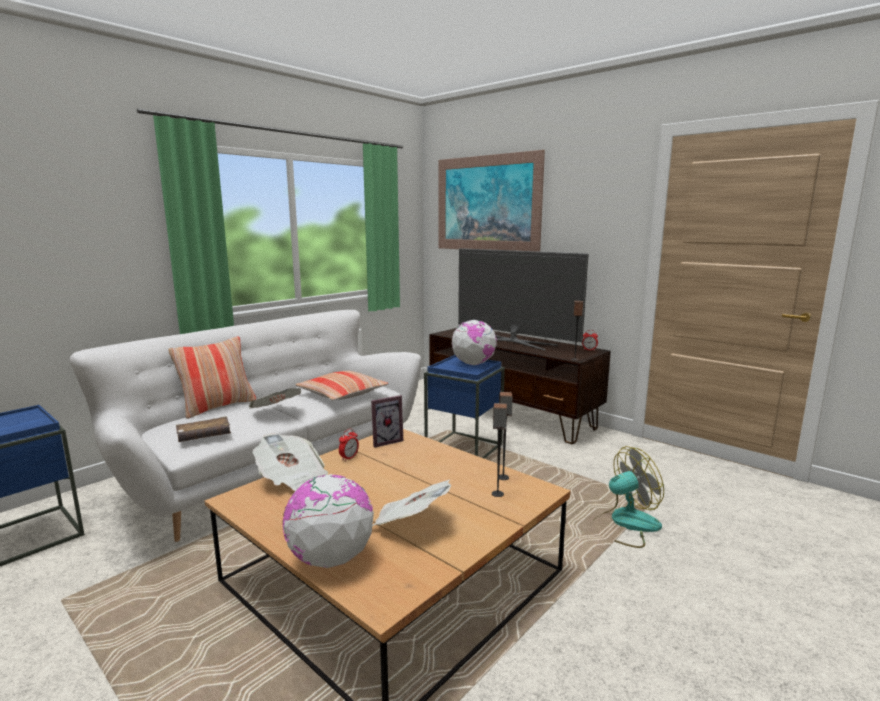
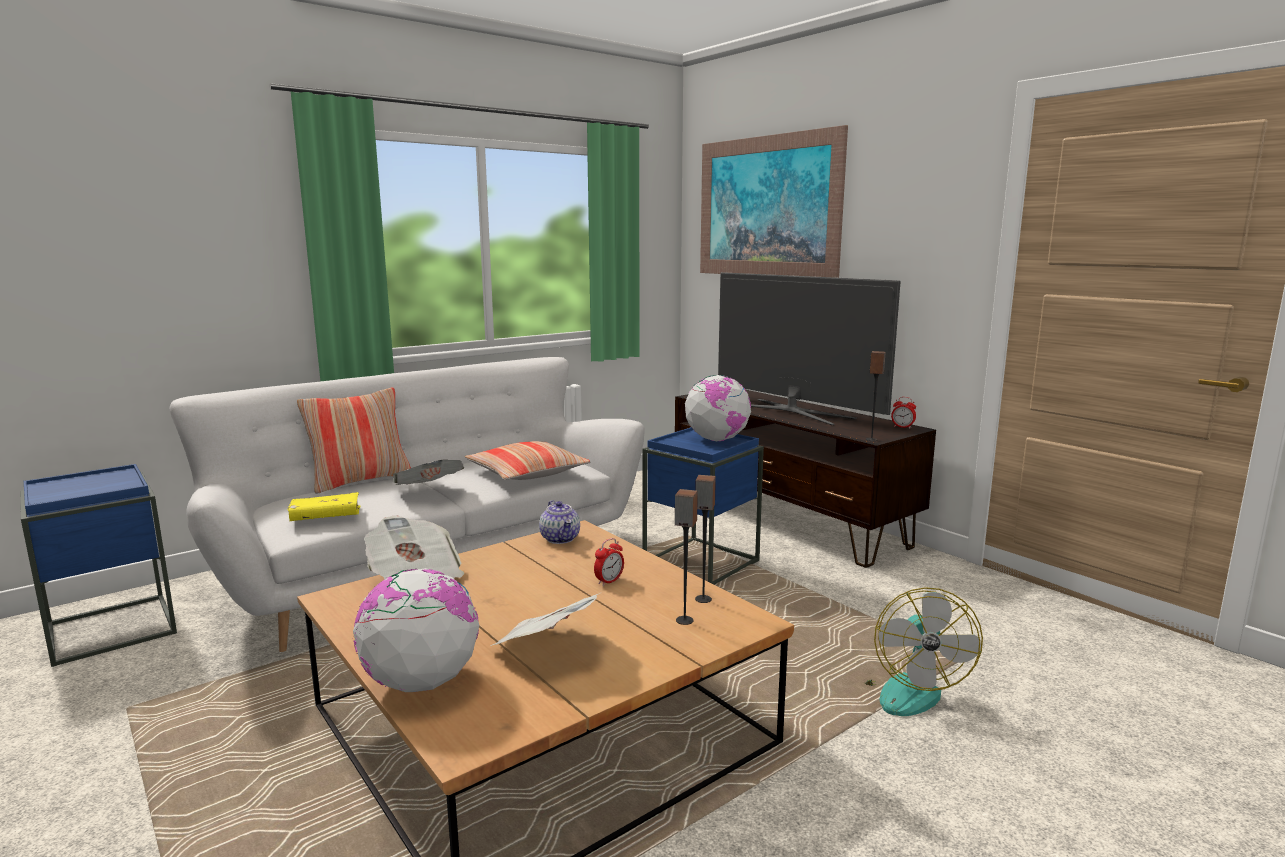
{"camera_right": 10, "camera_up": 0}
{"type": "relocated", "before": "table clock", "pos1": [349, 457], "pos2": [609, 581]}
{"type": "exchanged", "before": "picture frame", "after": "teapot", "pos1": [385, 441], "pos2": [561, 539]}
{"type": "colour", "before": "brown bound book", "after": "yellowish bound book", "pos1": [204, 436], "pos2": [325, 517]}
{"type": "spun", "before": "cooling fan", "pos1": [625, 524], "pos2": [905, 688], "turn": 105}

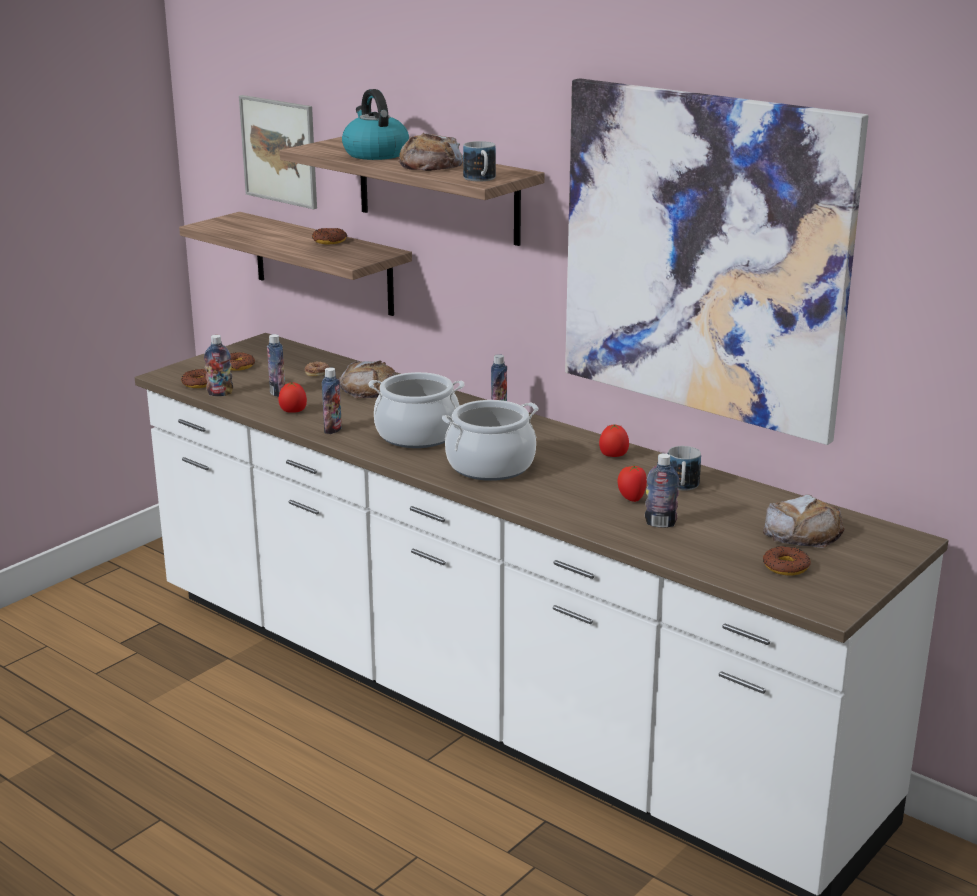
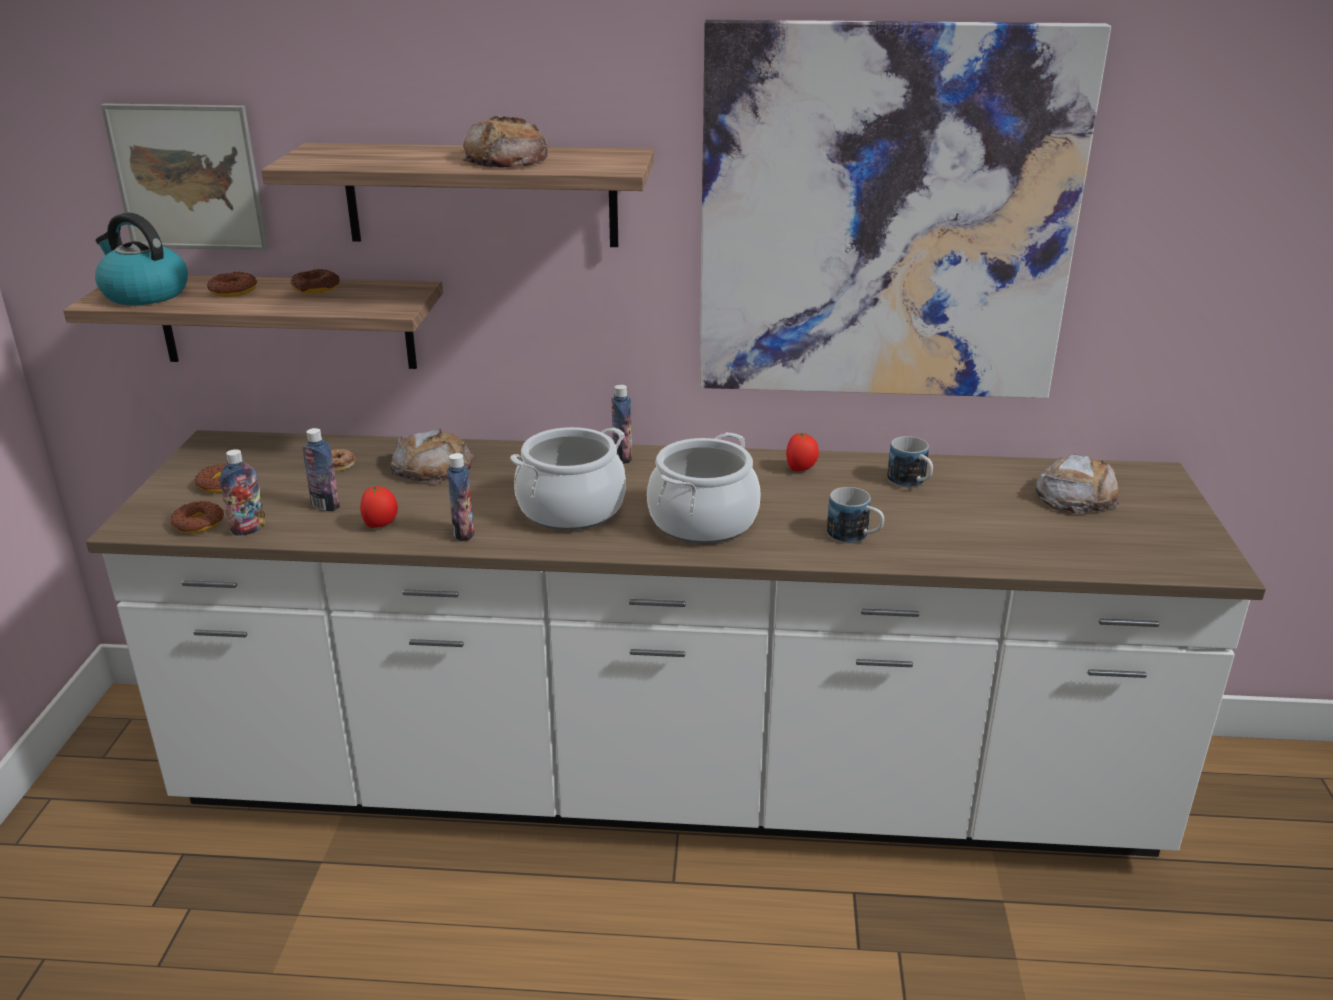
{"camera_right": -35, "camera_up": 5}
{"type": "missing", "before": "fresh tomato", "pos1": [631, 498]}
{"type": "missing", "before": "bottle", "pos1": [660, 524]}
{"type": "relocated", "before": "tea kettle", "pos1": [375, 154], "pos2": [144, 294]}
{"type": "relocated", "before": "mug", "pos1": [481, 179], "pos2": [855, 537]}
{"type": "relocated", "before": "donut", "pos1": [785, 566], "pos2": [233, 291]}

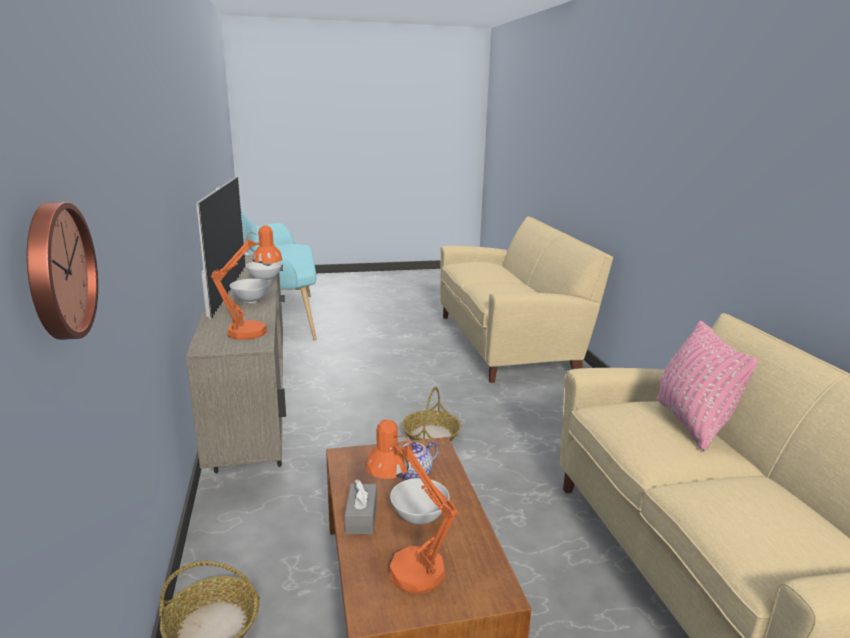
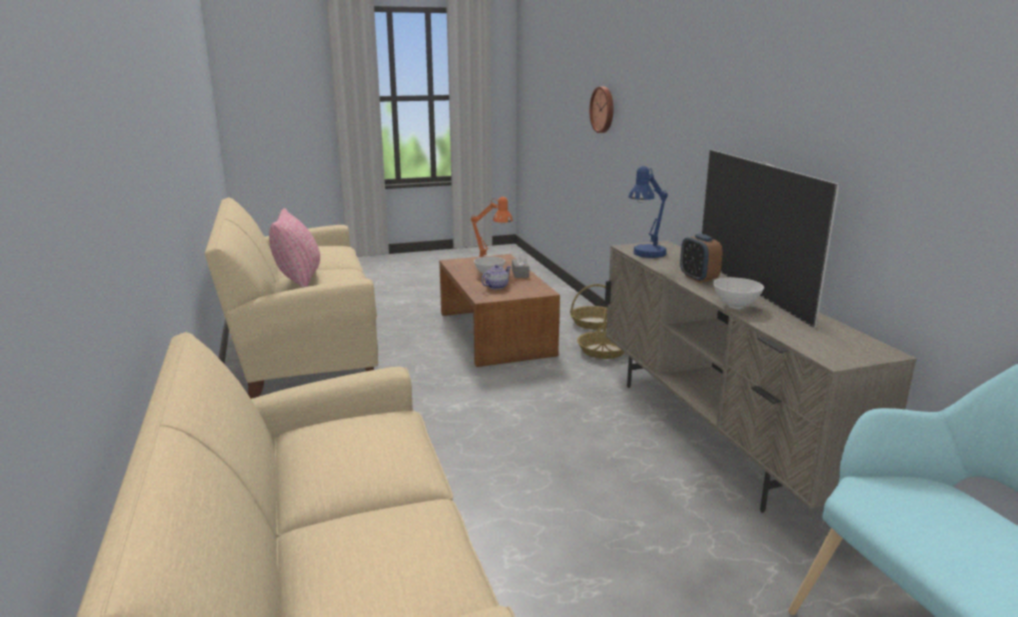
{"camera_right": 175, "camera_up": 0}
{"type": "relocated", "before": "storage basket", "pos1": [431, 435], "pos2": [603, 351]}
{"type": "exchanged", "before": "whitish deep dish", "after": "table clock", "pos1": [251, 301], "pos2": [698, 278]}
{"type": "colour", "before": "orange-coloured table lamp", "after": "bluish table lamp", "pos1": [254, 330], "pos2": [646, 255]}

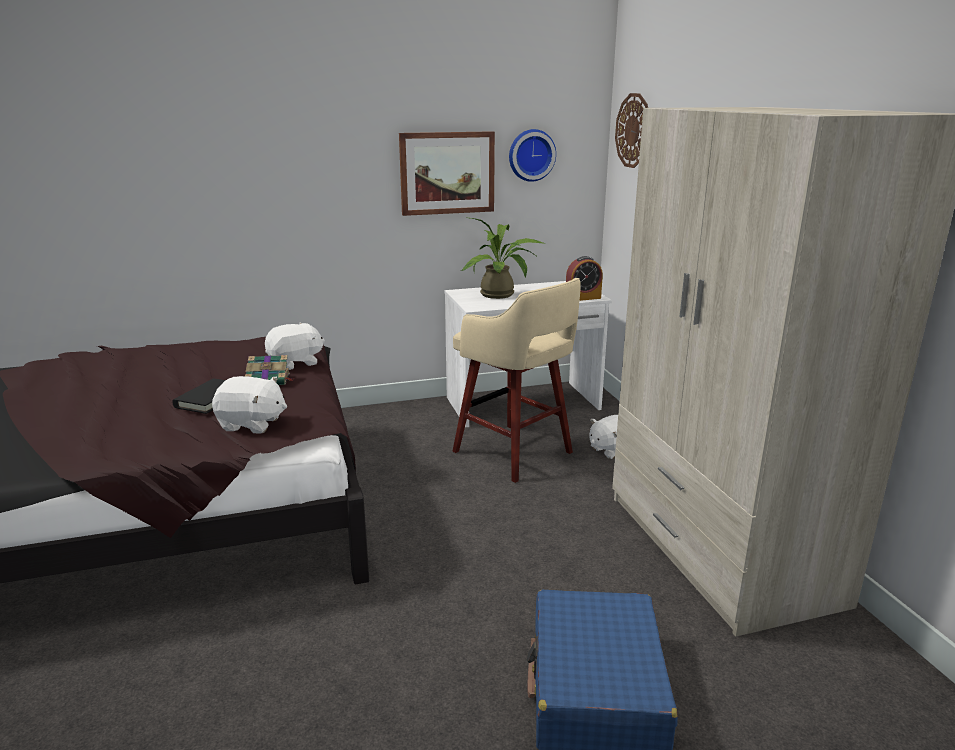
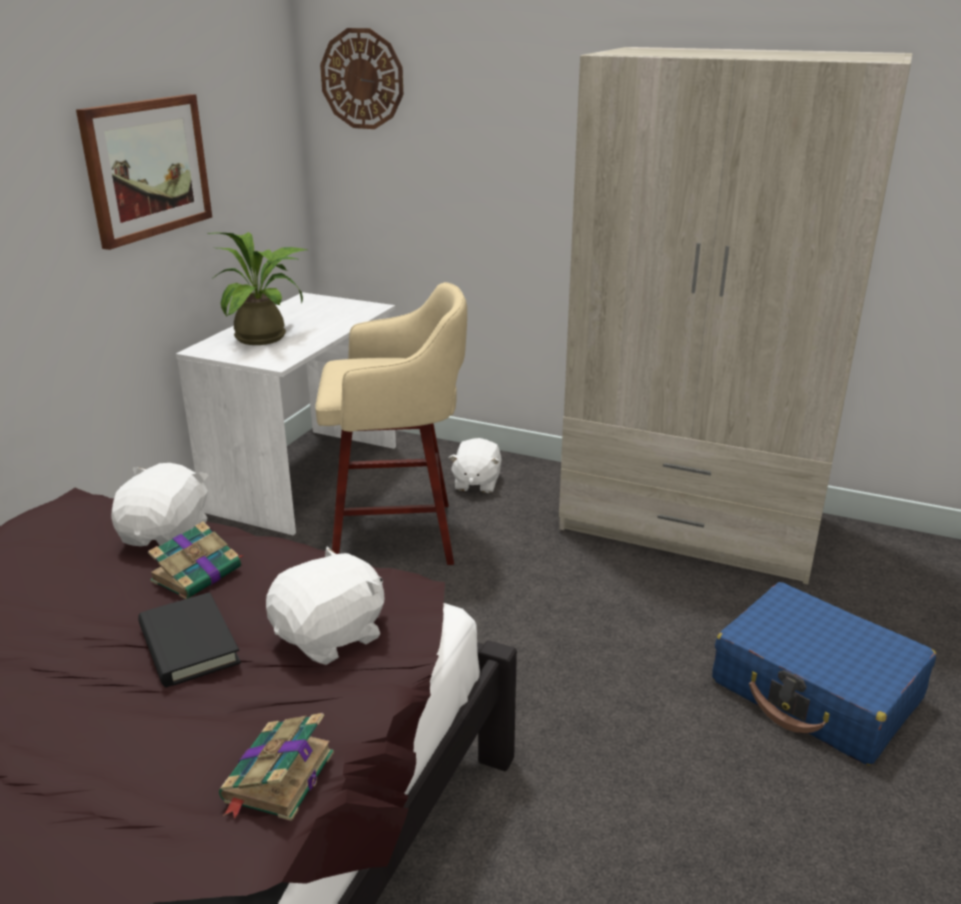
{"camera_right": -50, "camera_up": 5}
{"type": "missing", "before": "hanging clock", "pos1": [531, 155]}
{"type": "missing", "before": "table clock", "pos1": [583, 298]}
{"type": "appeared", "after": "bound book", "pos2": [277, 778]}

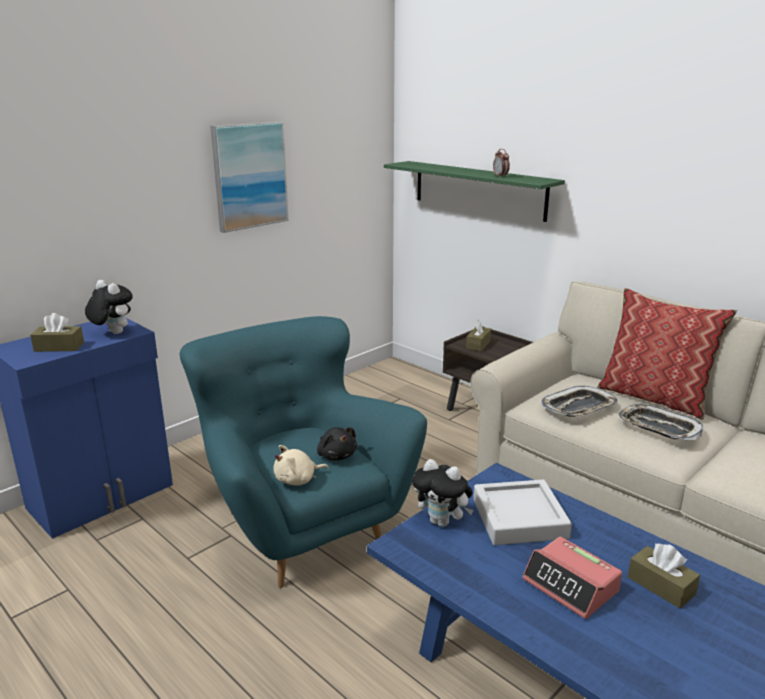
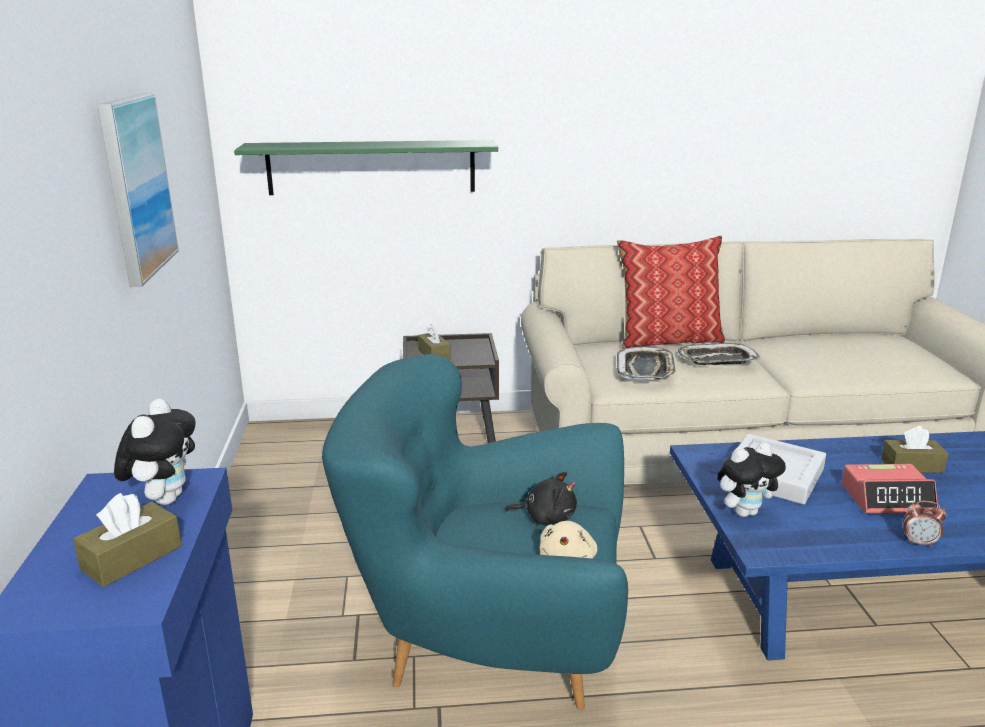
{"camera_right": -50, "camera_up": 0}
{"type": "relocated", "before": "table clock", "pos1": [500, 176], "pos2": [919, 542]}
{"type": "spun", "before": "plush toy", "pos1": [112, 333], "pos2": [165, 498], "turn": 105}

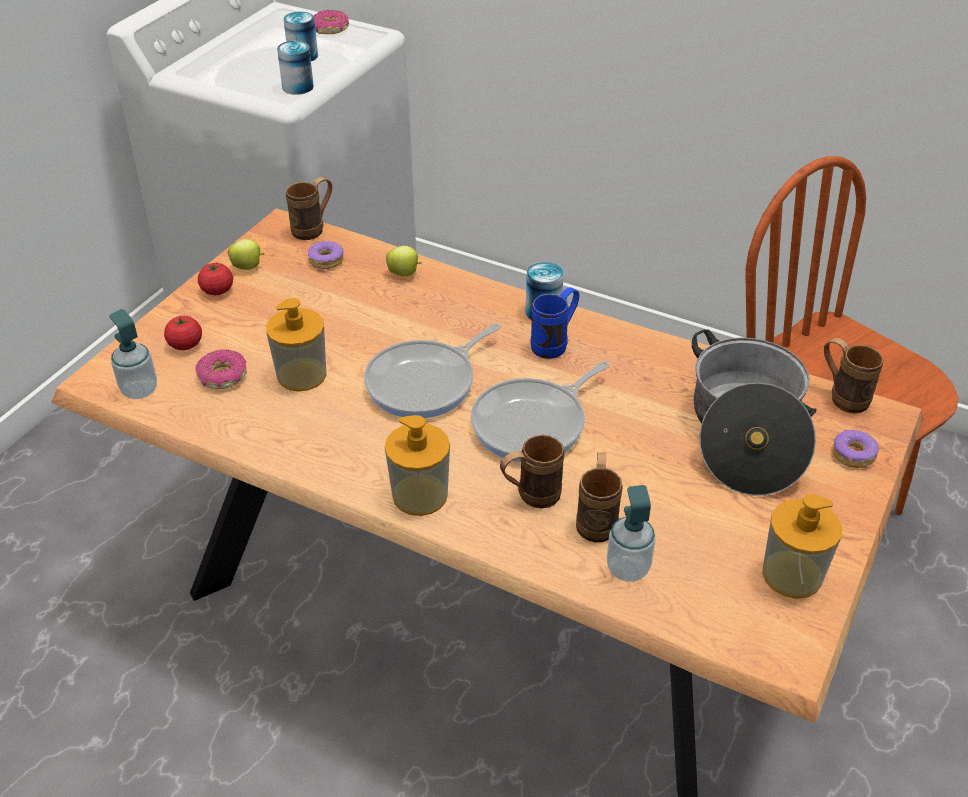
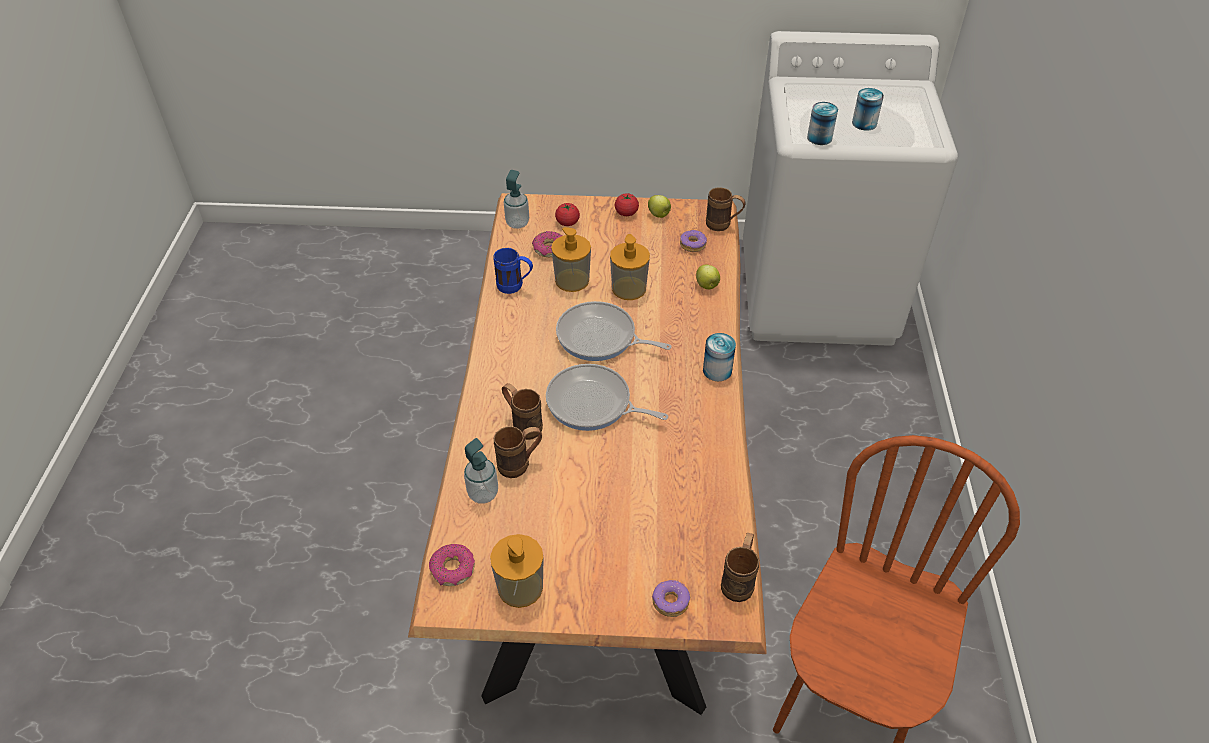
{"camera_right": 65, "camera_up": 5}
{"type": "missing", "before": "saucepot", "pos1": [744, 434]}
{"type": "relocated", "before": "donut", "pos1": [331, 29], "pos2": [453, 569]}
{"type": "relocated", "before": "soap dispenser", "pos1": [420, 495], "pos2": [629, 288]}
{"type": "relocated", "before": "bluish mug", "pos1": [555, 343], "pos2": [515, 287]}

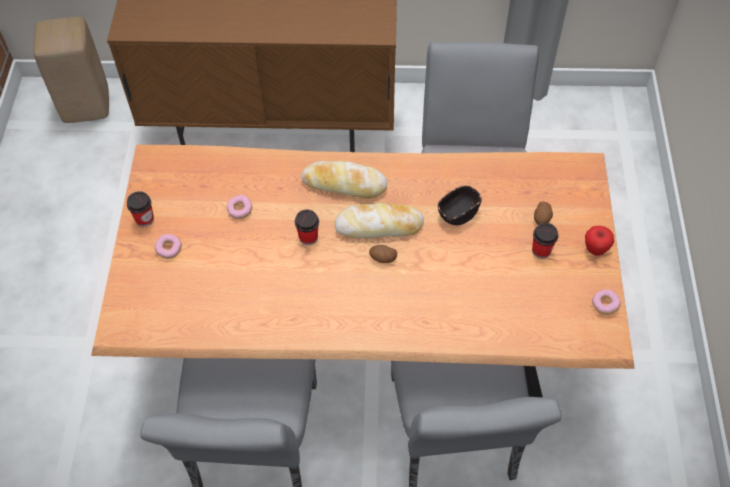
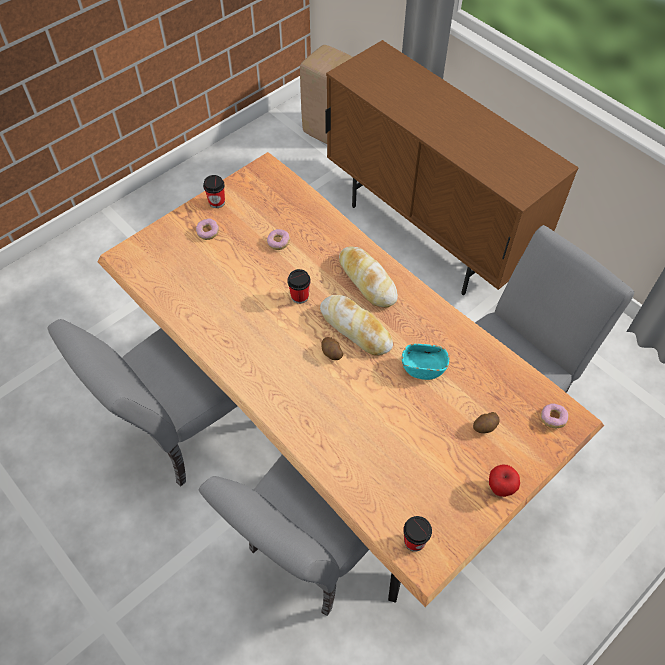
{"camera_right": 45, "camera_up": 0}
{"type": "relocated", "before": "cup", "pos1": [541, 250], "pos2": [414, 541]}
{"type": "relocated", "before": "donut", "pos1": [604, 305], "pos2": [553, 418]}
{"type": "colour", "before": "black deep dish", "after": "blue-green deep dish", "pos1": [458, 213], "pos2": [423, 368]}

